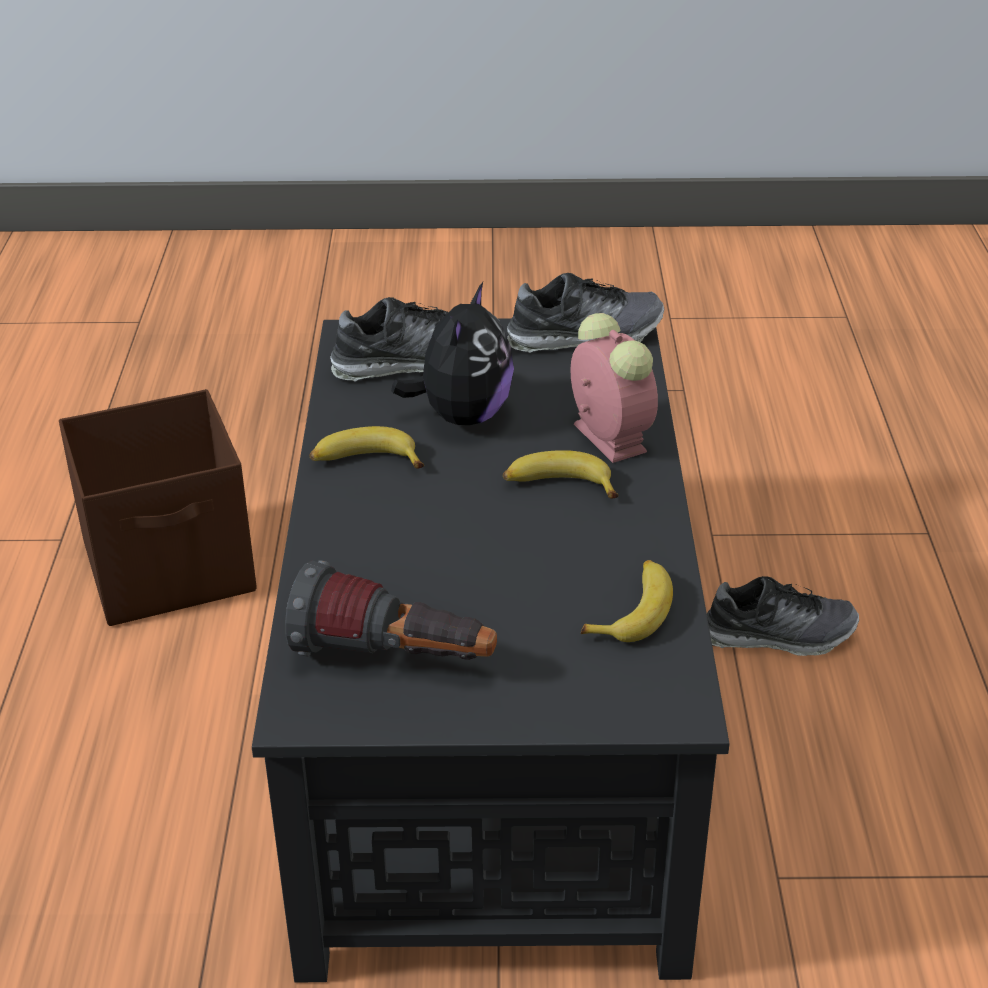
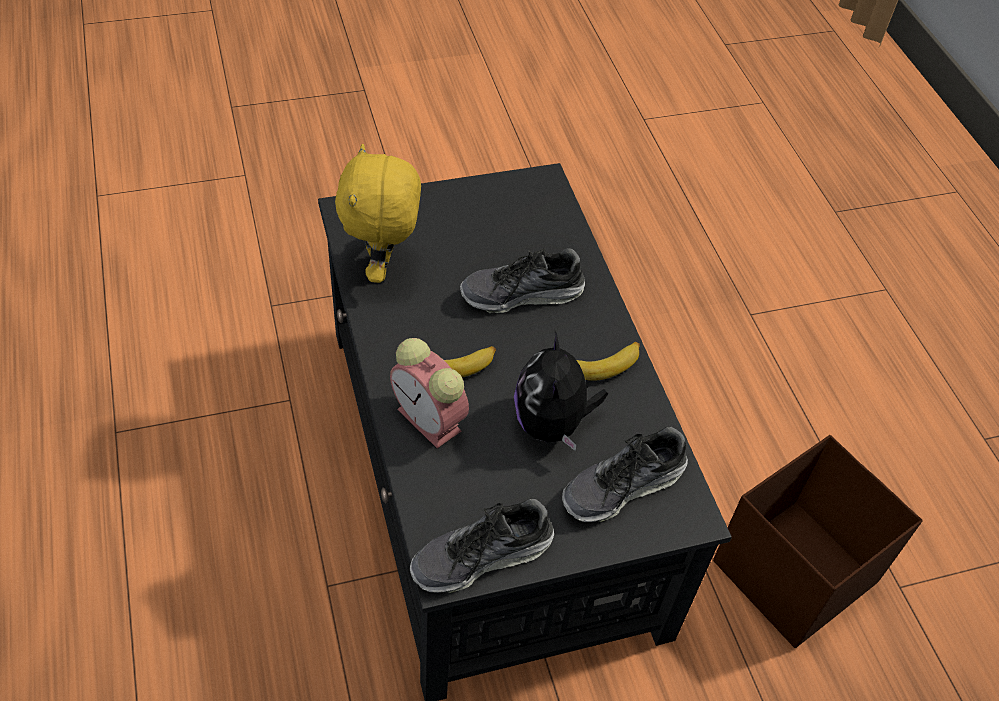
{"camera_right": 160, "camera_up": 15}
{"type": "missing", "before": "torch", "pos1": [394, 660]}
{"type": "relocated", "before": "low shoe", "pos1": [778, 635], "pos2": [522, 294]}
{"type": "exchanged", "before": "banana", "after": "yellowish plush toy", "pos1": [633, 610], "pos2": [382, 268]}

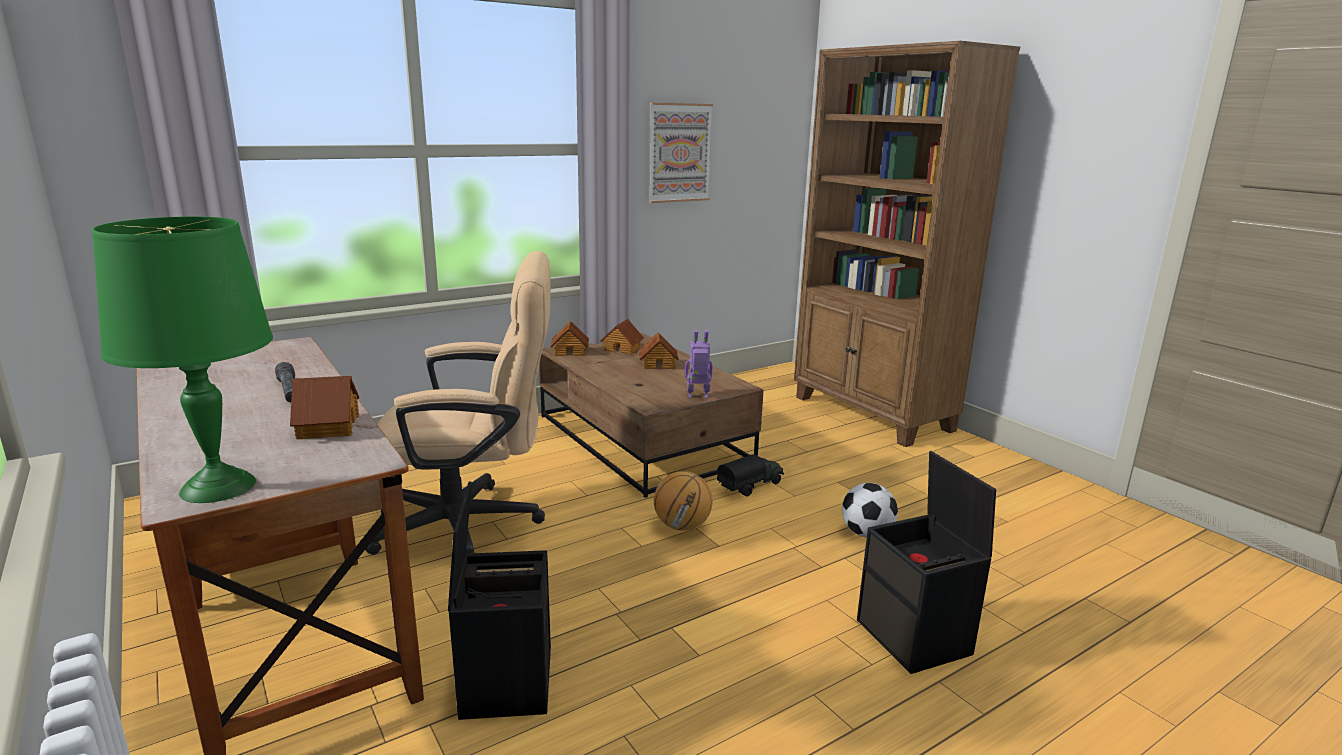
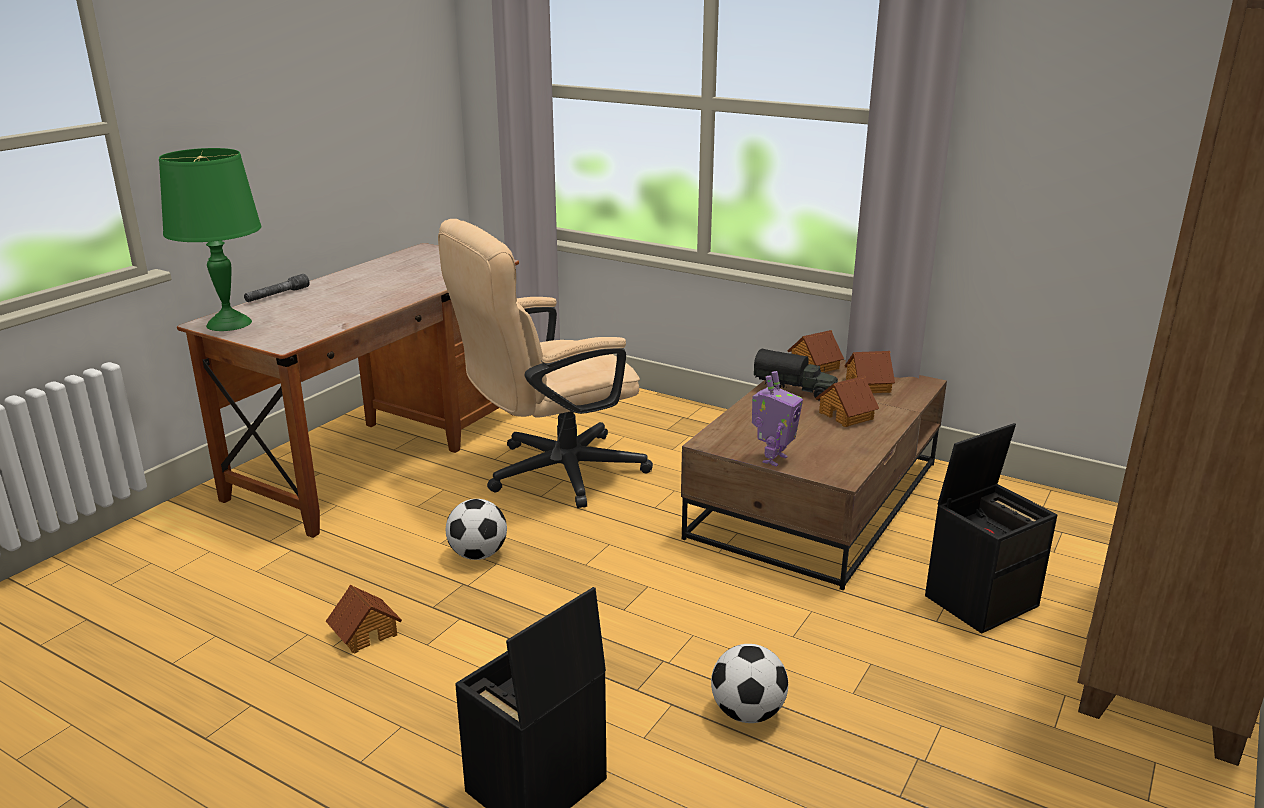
{"camera_right": 65, "camera_up": 5}
{"type": "missing", "before": "picture", "pos1": [679, 153]}
{"type": "missing", "before": "ball for basketball", "pos1": [682, 526]}
{"type": "appeared", "after": "football ball", "pos2": [478, 554]}
{"type": "relocated", "before": "gray torch", "pos1": [289, 391], "pos2": [277, 295]}
{"type": "relocated", "before": "miniature house", "pos1": [327, 426], "pos2": [365, 633]}
{"type": "relocated", "before": "black storage bin", "pos1": [505, 680], "pos2": [981, 599]}
{"type": "relocated", "before": "model truck", "pos1": [751, 486], "pos2": [795, 390]}
{"type": "spun", "before": "beige office chair", "pos1": [474, 524], "pos2": [551, 474], "turn": 90}
{"type": "spun", "before": "toy robot", "pos1": [698, 396], "pos2": [773, 459], "turn": 60}

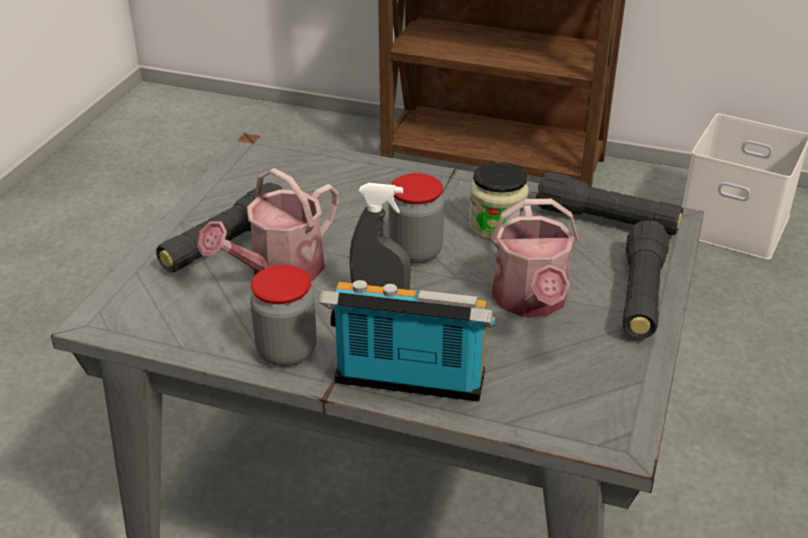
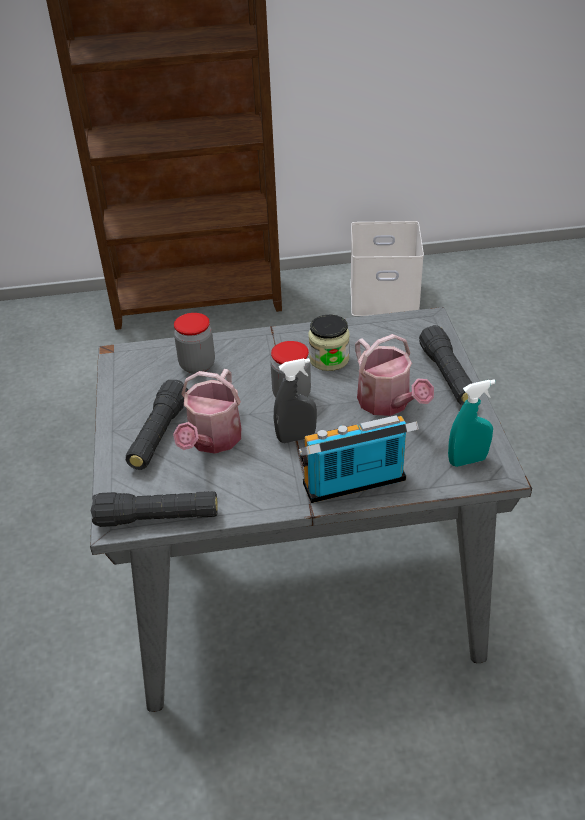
{"camera_right": -25, "camera_up": 5}
{"type": "appeared", "after": "blue-green hand sprayer", "pos2": [467, 460]}
{"type": "relocated", "before": "preserve jar", "pos1": [286, 351], "pos2": [197, 365]}
{"type": "relocated", "before": "black torch", "pos1": [606, 221], "pos2": [157, 518]}

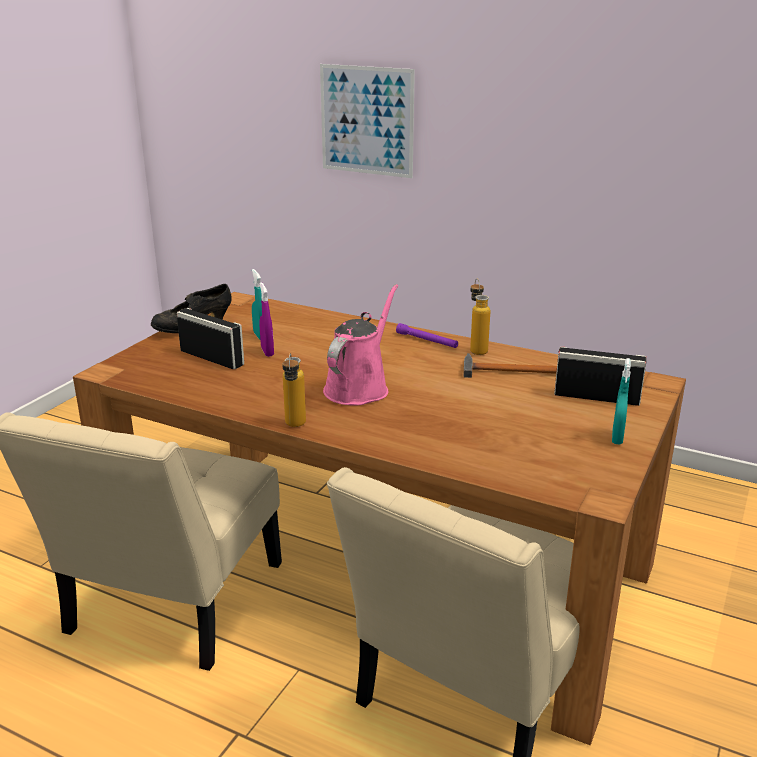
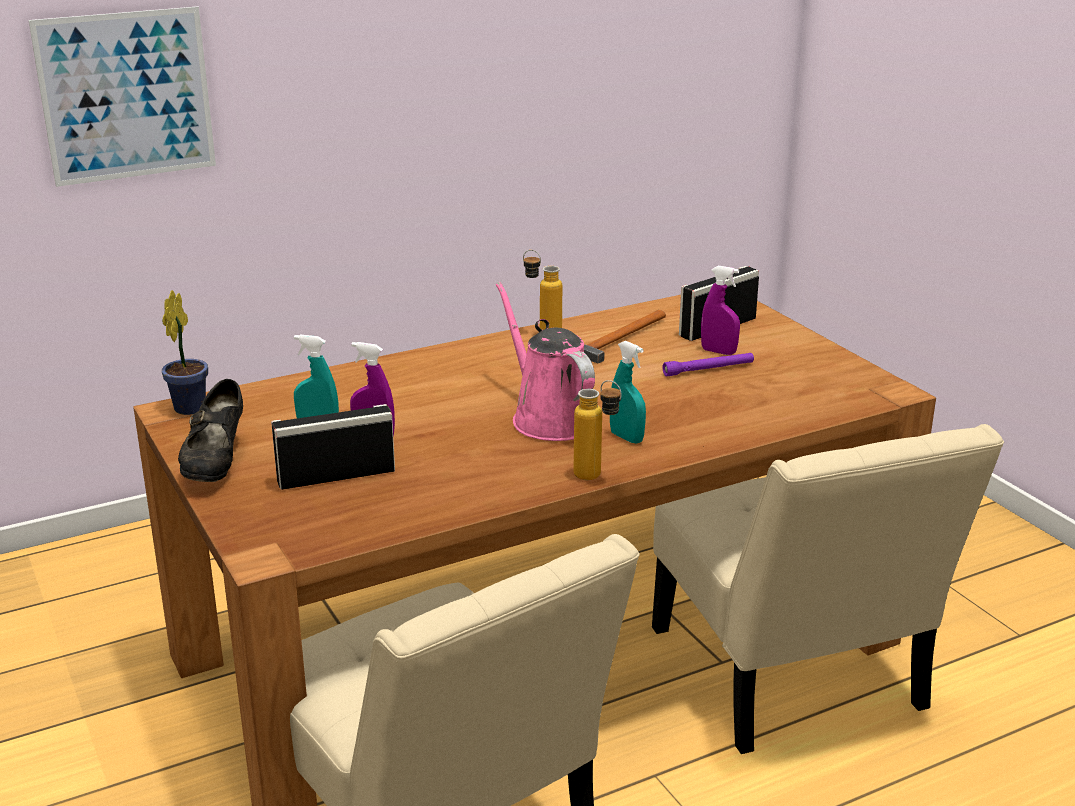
{"camera_right": -55, "camera_up": 0}
{"type": "appeared", "after": "plant in a pot", "pos2": [192, 406]}
{"type": "appeared", "after": "purple-coloured hand sprayer", "pos2": [718, 352]}
{"type": "relocated", "before": "purple-coloured torch", "pos1": [427, 341], "pos2": [708, 370]}
{"type": "relocated", "before": "blue-green hand sprayer", "pos1": [617, 438], "pos2": [626, 437]}

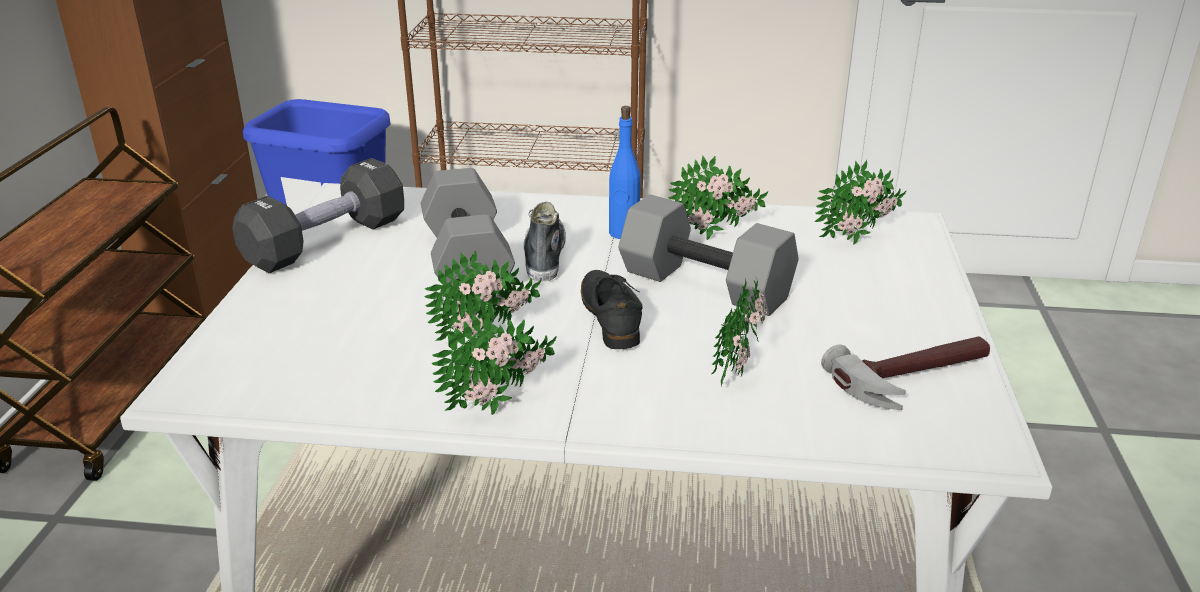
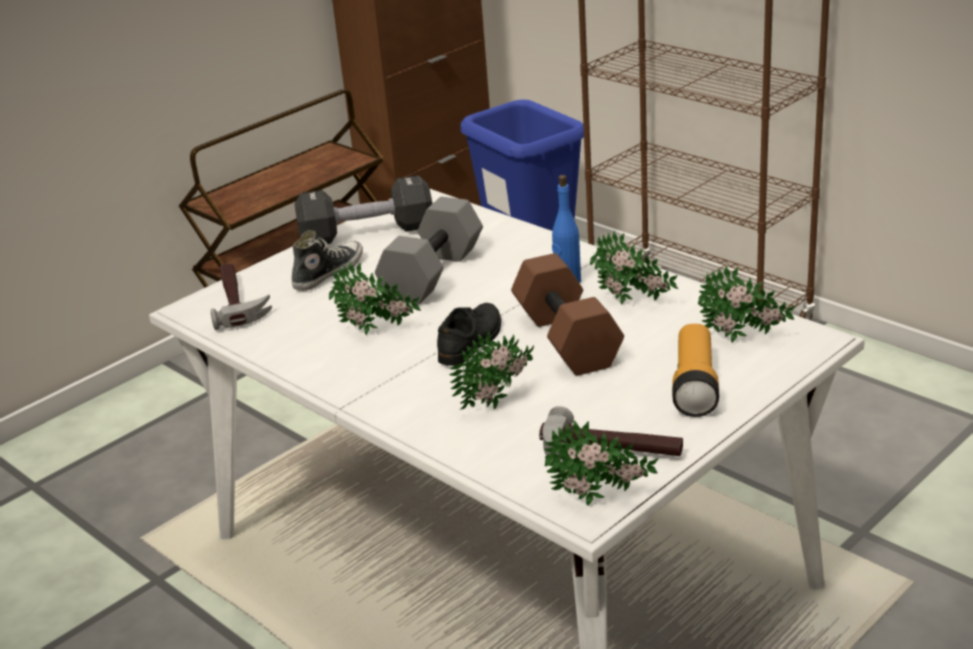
{"camera_right": 40, "camera_up": 0}
{"type": "appeared", "after": "hand hammer", "pos2": [239, 301]}
{"type": "appeared", "after": "torch", "pos2": [695, 385]}
{"type": "relocated", "before": "plant in a pot", "pos1": [502, 406], "pos2": [600, 501]}
{"type": "relocated", "before": "low shoe", "pos1": [544, 256], "pos2": [328, 273]}
{"type": "colour", "before": "gray free weight", "after": "brown free weight", "pos1": [708, 284], "pos2": [569, 339]}

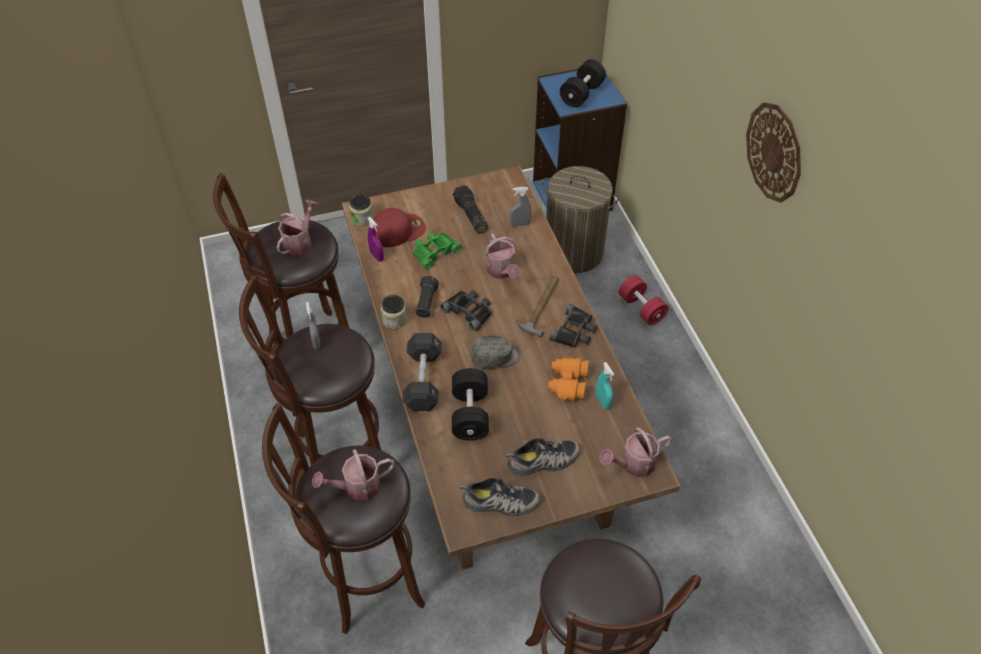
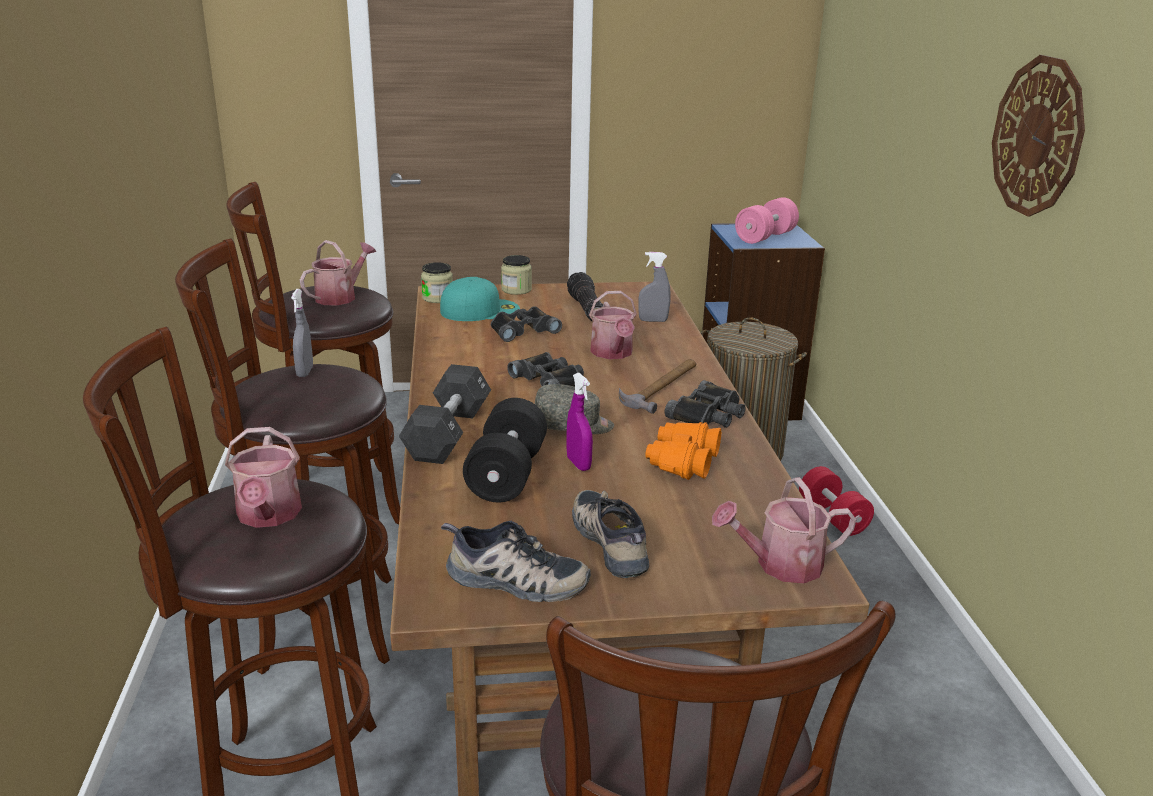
{"camera_right": 10, "camera_up": -25}
{"type": "missing", "before": "black torch", "pos1": [426, 303]}
{"type": "missing", "before": "blue-green hand sprayer", "pos1": [602, 401]}
{"type": "relocated", "before": "purple-coloured hand sprayer", "pos1": [377, 256], "pos2": [578, 464]}
{"type": "relocated", "before": "preserve jar", "pos1": [394, 320], "pos2": [516, 290]}
{"type": "colour", "before": "red baseball cap", "after": "blue-green baseball cap", "pos1": [398, 230], "pos2": [480, 310]}
{"type": "colour", "before": "green binoculars", "after": "black binoculars", "pos1": [434, 252], "pos2": [522, 330]}
{"type": "colour", "before": "black free weight", "after": "pink free weight", "pos1": [581, 94], "pos2": [765, 237]}
{"type": "spun", "before": "watering pot", "pos1": [357, 487], "pos2": [268, 516], "turn": -90}
{"type": "spun", "before": "low shoe", "pos1": [543, 462], "pos2": [613, 541], "turn": -105}

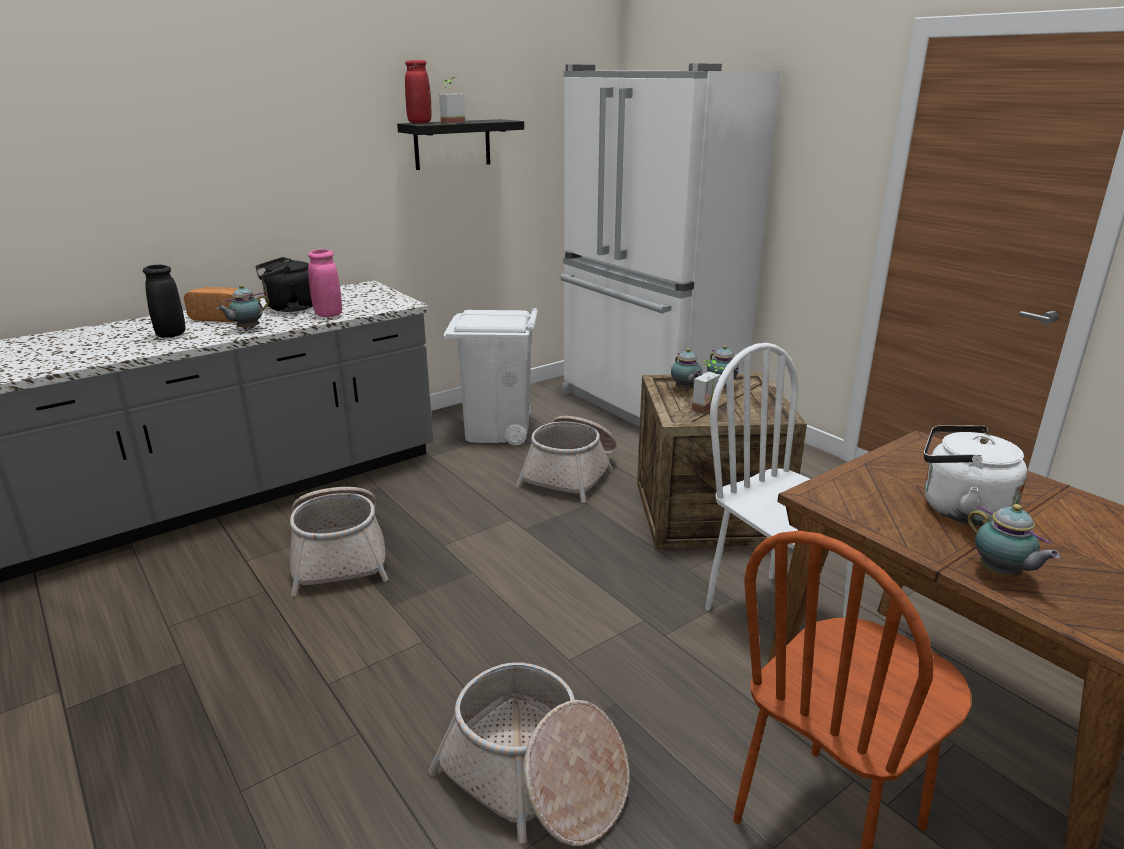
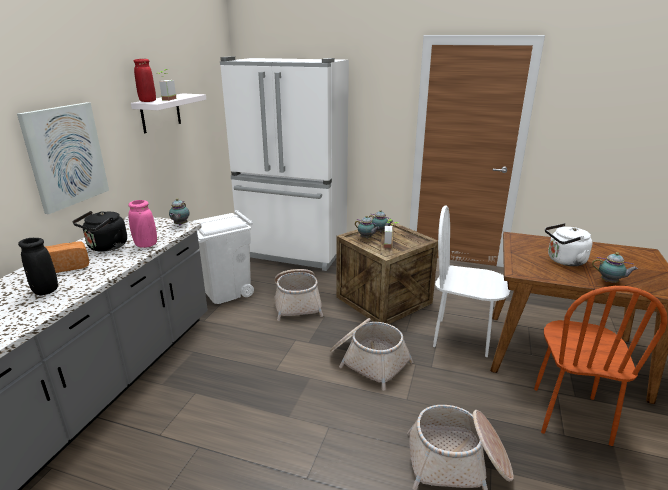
{"camera_right": -35, "camera_up": 0}
{"type": "appeared", "after": "picture", "pos2": [66, 156]}
{"type": "relocated", "before": "teapot", "pos1": [247, 329], "pos2": [180, 225]}
{"type": "relocated", "before": "storage basket", "pos1": [340, 554], "pos2": [368, 361]}
{"type": "colour", "before": "black shelf", "after": "whitish shelf", "pos1": [452, 144], "pos2": [160, 113]}

